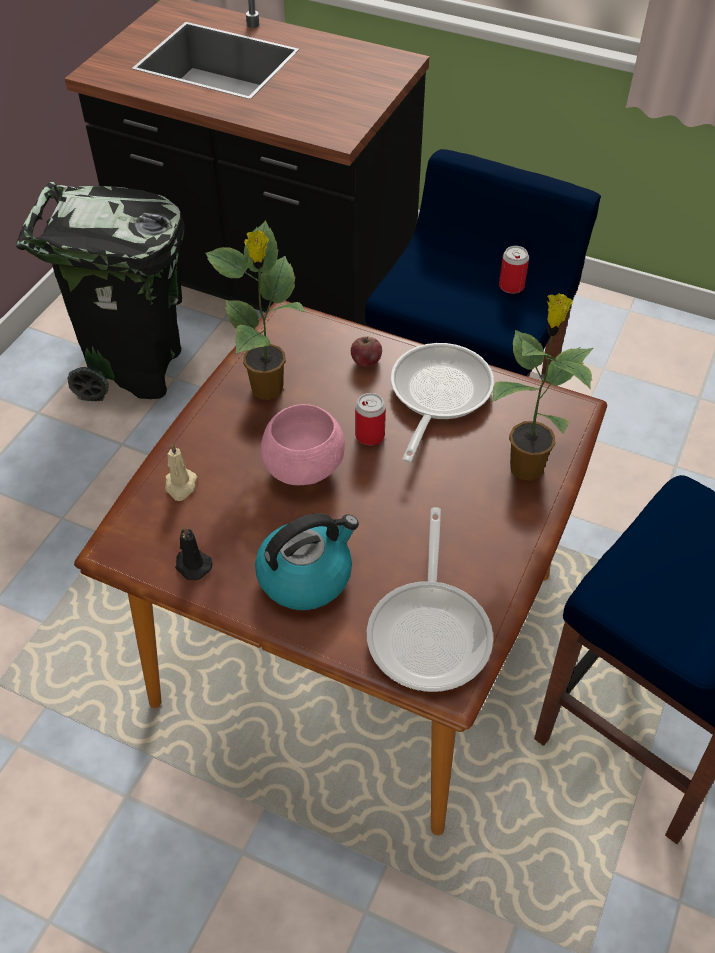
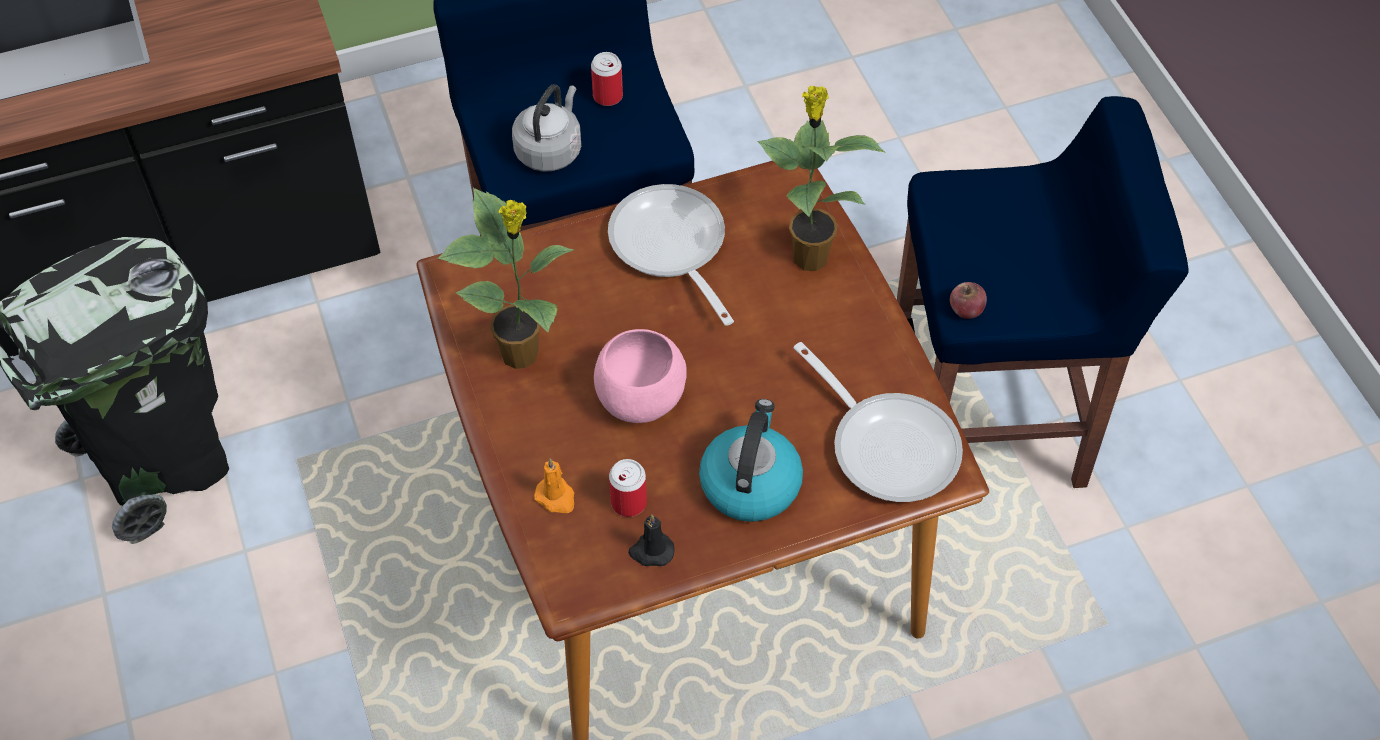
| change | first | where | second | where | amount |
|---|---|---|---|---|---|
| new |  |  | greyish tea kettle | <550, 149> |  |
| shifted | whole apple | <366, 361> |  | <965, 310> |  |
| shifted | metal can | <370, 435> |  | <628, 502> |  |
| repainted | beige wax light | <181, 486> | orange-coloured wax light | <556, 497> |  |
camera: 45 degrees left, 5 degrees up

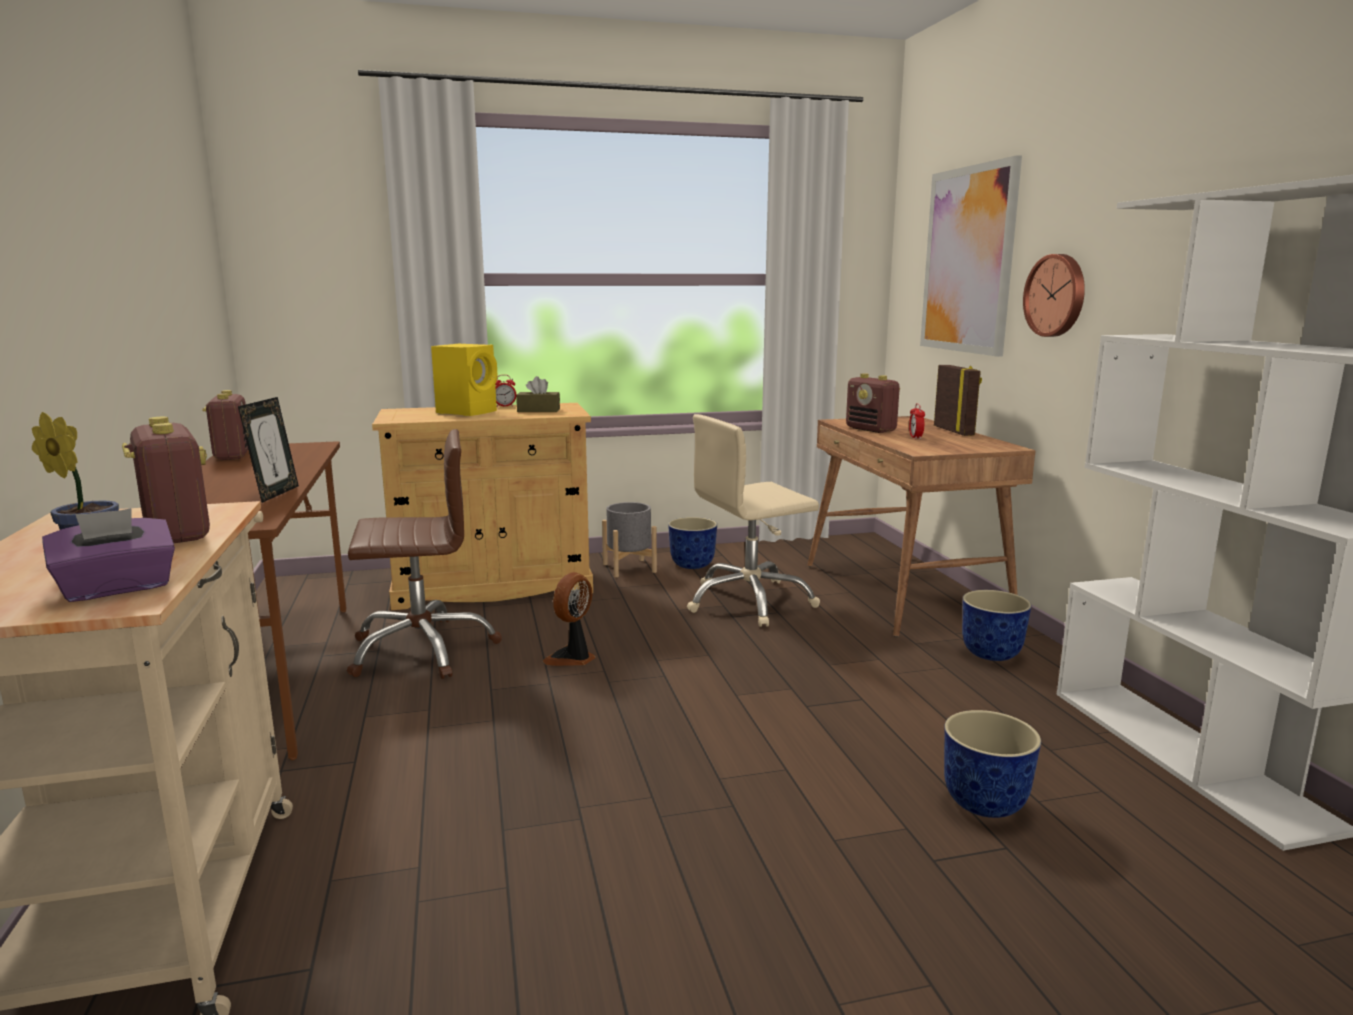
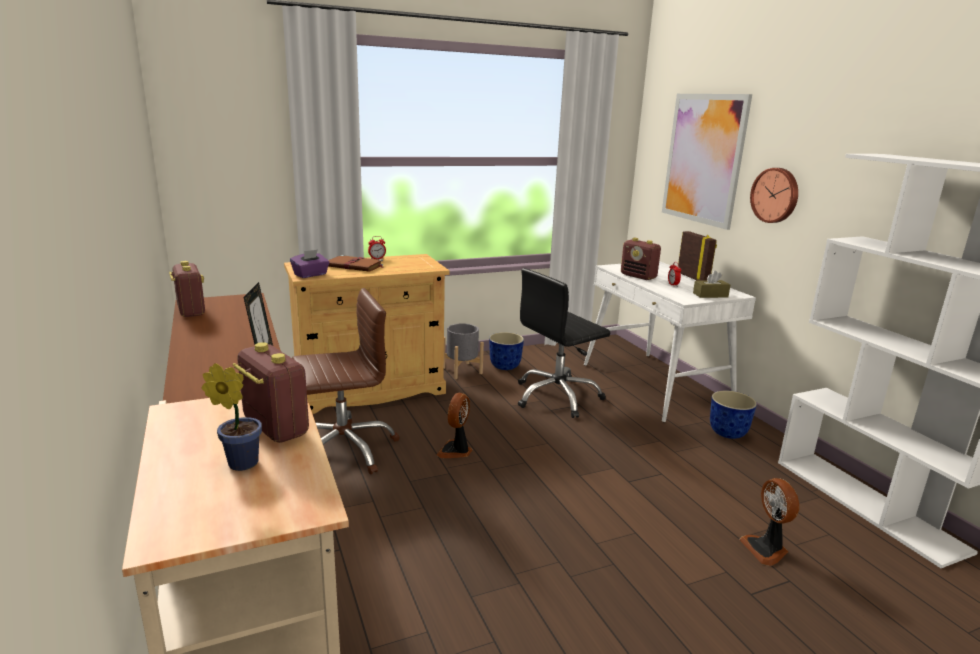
| change | first | where | second | where | amount |
|---|---|---|---|---|---|
| shifted | purplish tissue holder | <117, 588> |  | <310, 275> |  |
| shifted | brown-coloured tissue holder | <538, 410> |  | <710, 295> |  |
| swapped | yellowish speaker | <468, 412> | brown-coloured book | <355, 266> |  |
| swapped | flower pot | <986, 804> | fan | <766, 549> |  |
| repainted | beige computer chair | <750, 601> | black computer chair | <557, 397> |  |
| repainted | brown-coloured desk table | <905, 593> | white-coloured desk table | <655, 385> |  |
camera: 10 degrees left, 5 degrees up

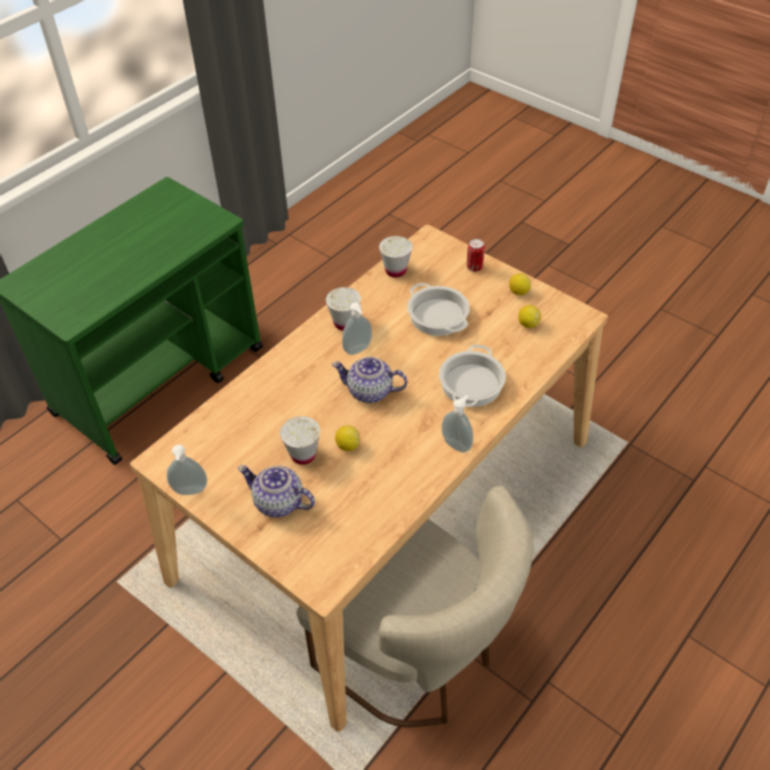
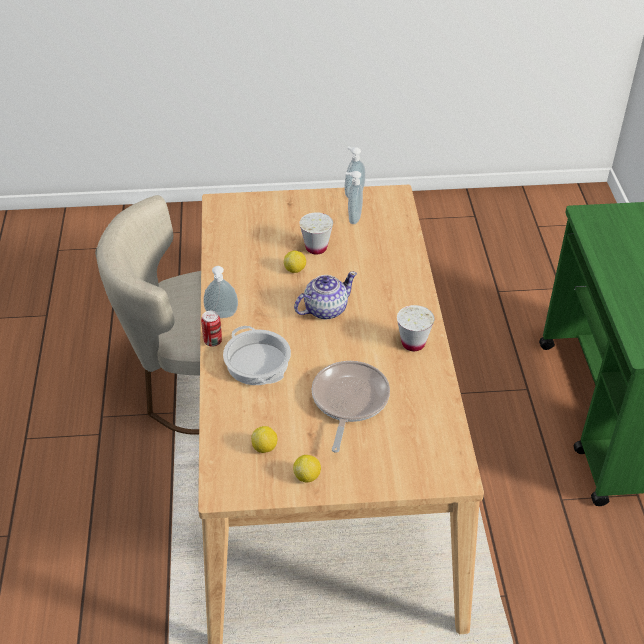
| change | first | where | second | where | amount |
|---|---|---|---|---|---|
| gone | pot for tea | <279, 502> |  |  |  |
| gone | white-coloured cup | <395, 270> |  |  |  |
| shifted | soap dispenser | <358, 350> |  | <353, 218> |  |
| shifted | metal can | <474, 267> |  | <213, 341> |  |
| swapped | cooking pot | <438, 316> | pan | <348, 401> |  |
camera: 135 degrees right, 5 degrees down

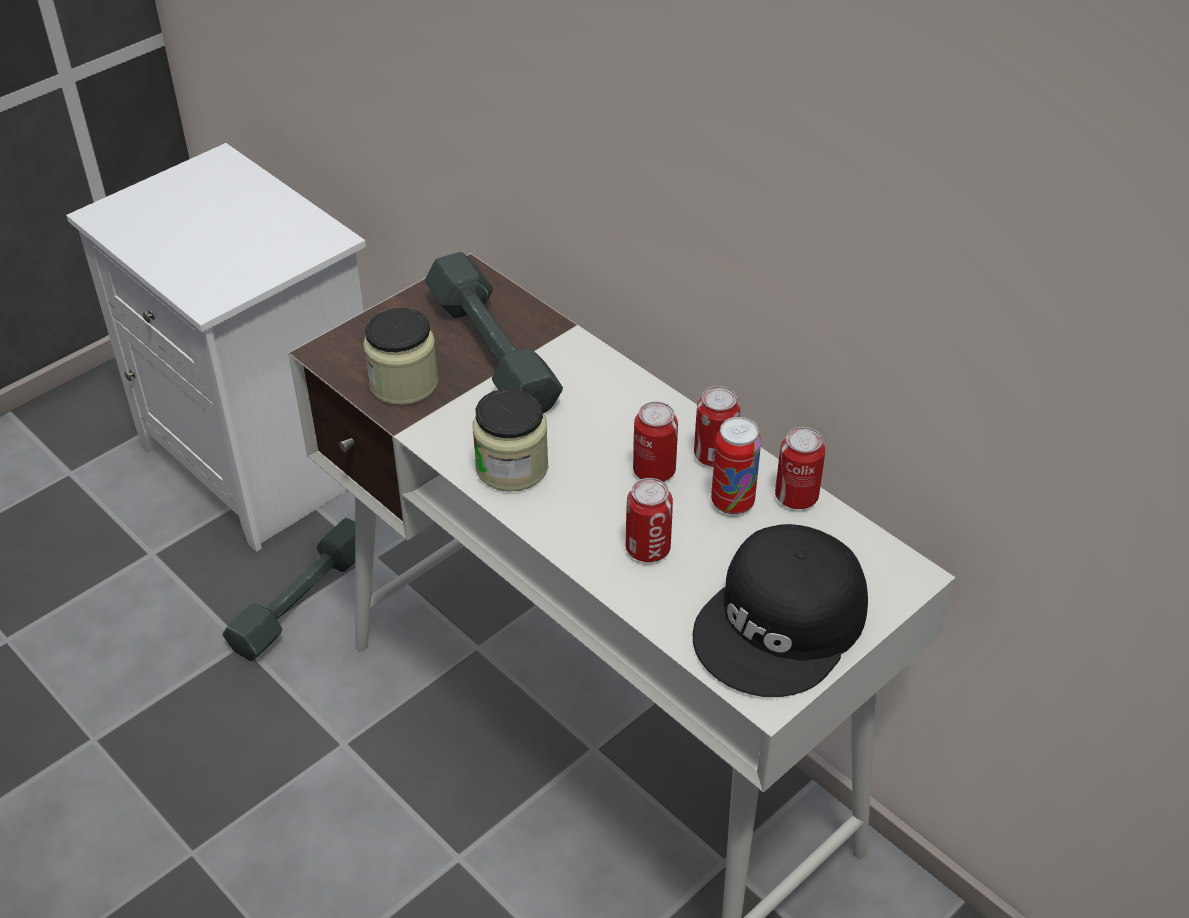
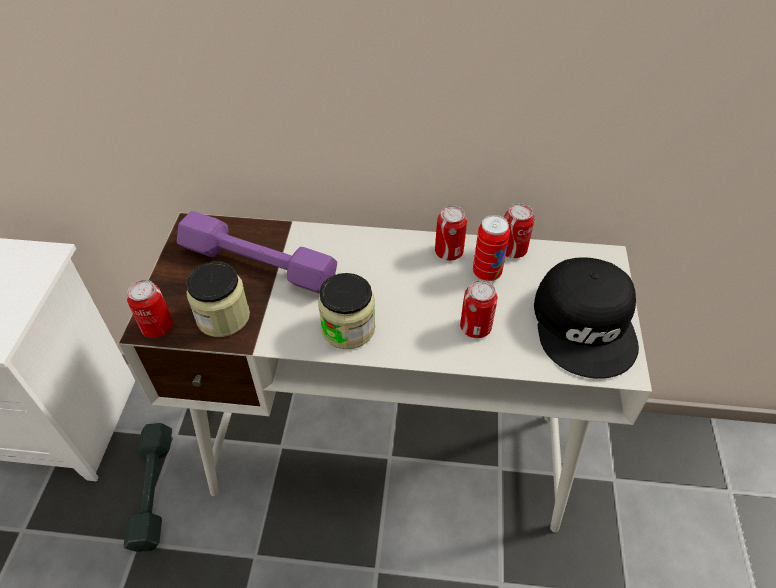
| change | first | where | second | where | amount |
|---|---|---|---|---|---|
| shifted | metal can | <654, 471> |  | <157, 327> |  |
| repainted | greyish hand weight | <493, 350> | purplish hand weight | <259, 263> |  |
camera: 40 degrees left, 5 degrees up

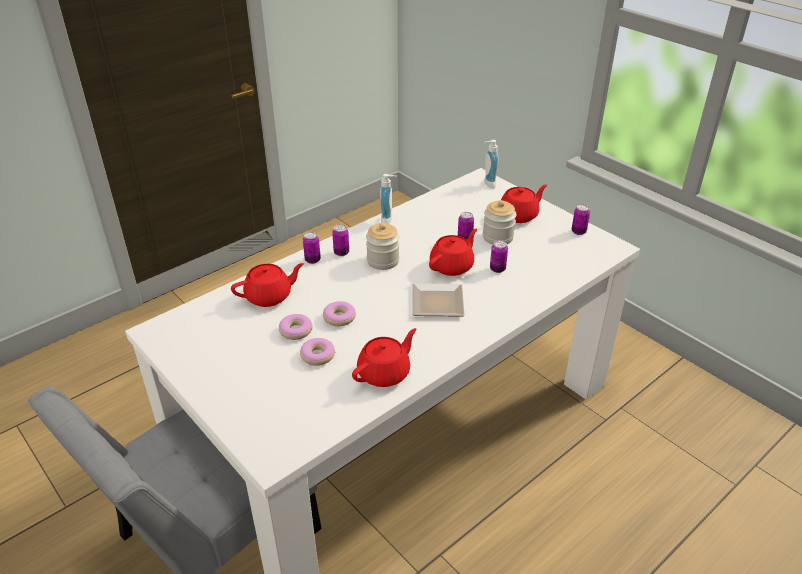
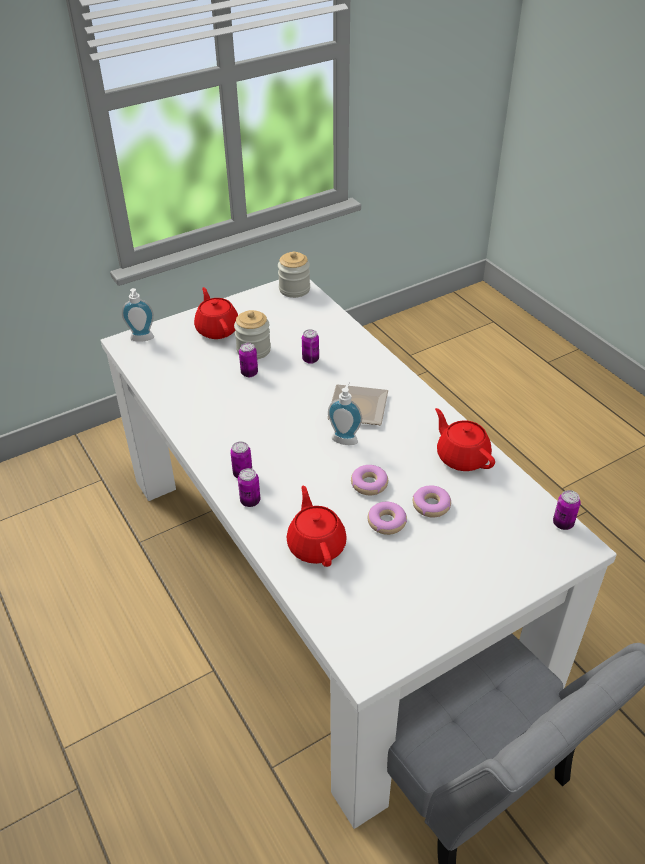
| change | first | where | second | where | amount |
|---|---|---|---|---|---|
| gone | red-coloured pot for tea | <452, 266> |  |  |  |
| shifted | storage jar | <383, 261> |  | <294, 289> |  |
| shifted | soap dispenser | <388, 220> |  | <345, 438> |  |
| shifted | metal can | <578, 232> |  | <563, 523> |  |
camera: 80 degrees left, 5 degrees up

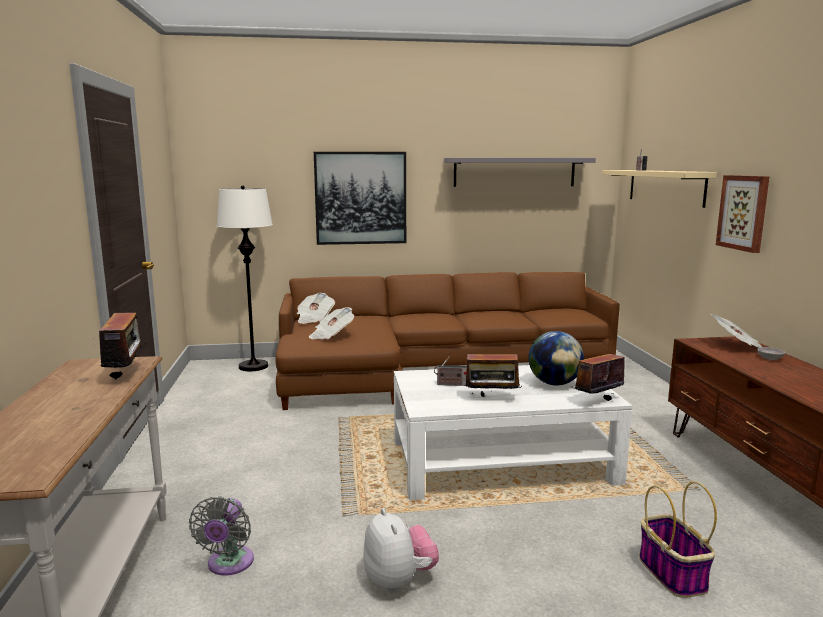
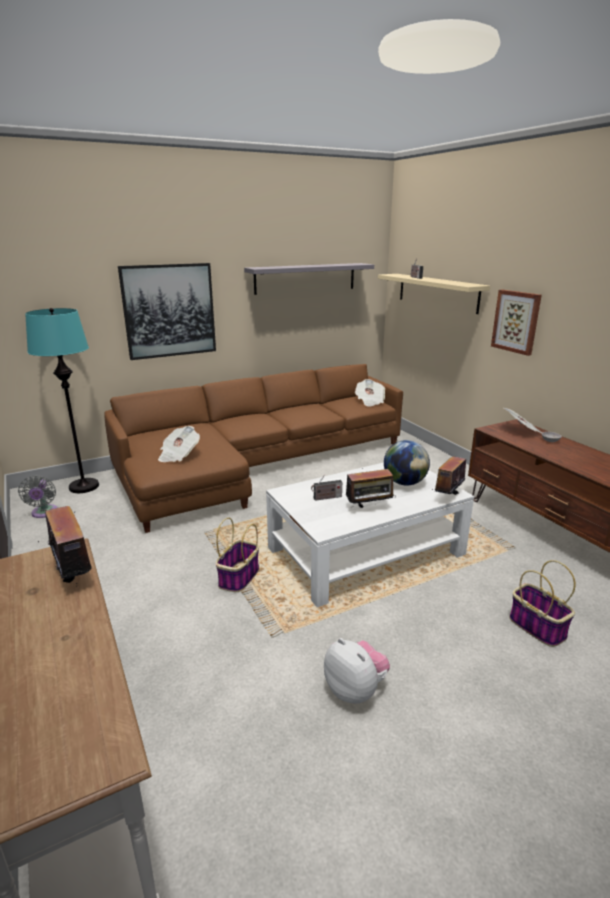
| change | first | where | second | where | amount |
|---|---|---|---|---|---|
| new |  |  | storage basket | <239, 578> |  |
| shifted | greyish fan | <228, 564> |  | <44, 513> |  |
| shifted | printed paper | <314, 319> |  | <369, 401> |  |
| repainted | white-coloured standard lamp | <253, 366> | turquoise standard lamp | <84, 486> |  |
camera: 20 degrees left, 10 degrees up

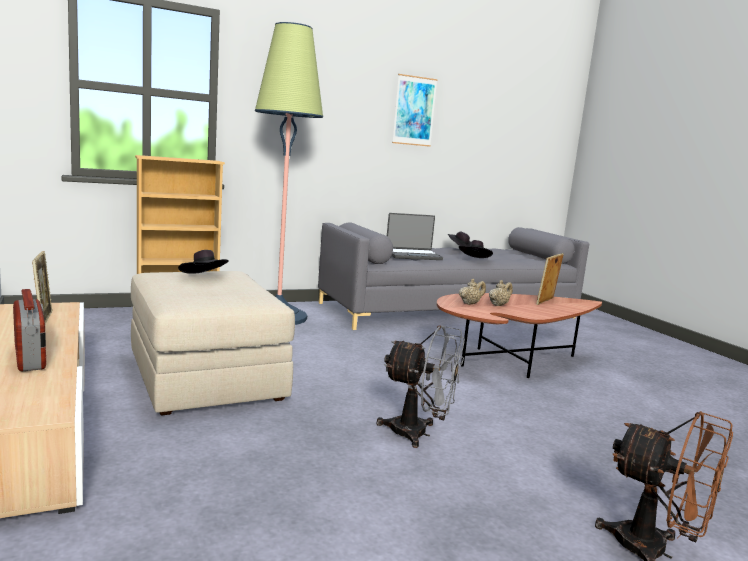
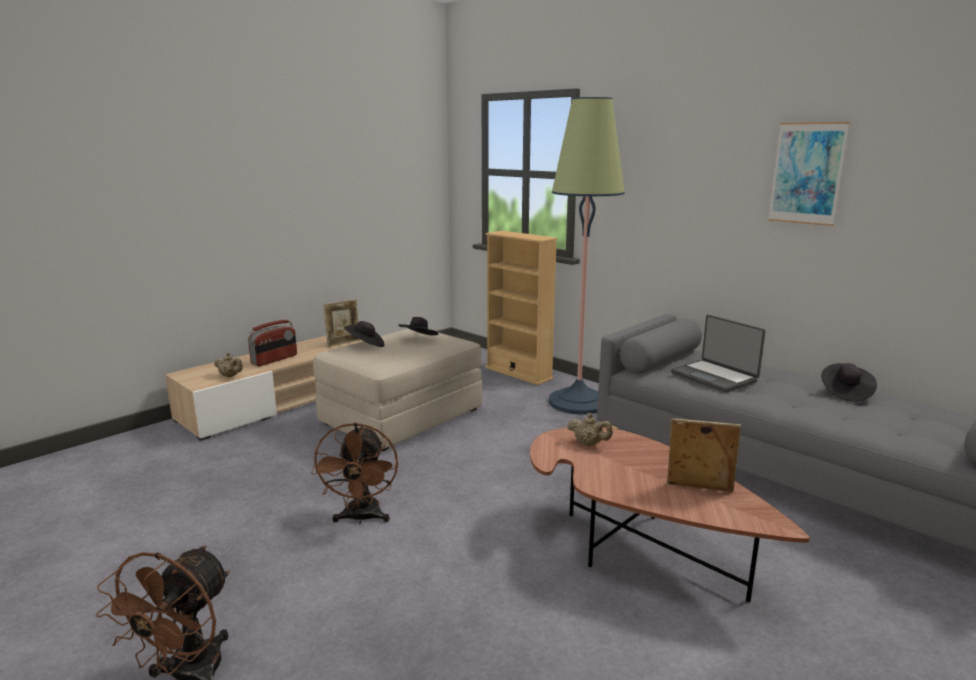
| change | first | where | second | where | amount |
|---|---|---|---|---|---|
| shifted | black clothing hat | <474, 260> |  | <365, 345> |  |
| shifted | beige pot for tea | <498, 305> |  | <230, 376> |  |
| repainted | greyish fan | <418, 434> | brown-coloured fan | <361, 518> |  |
camera: 70 degrees right, 5 degrees up

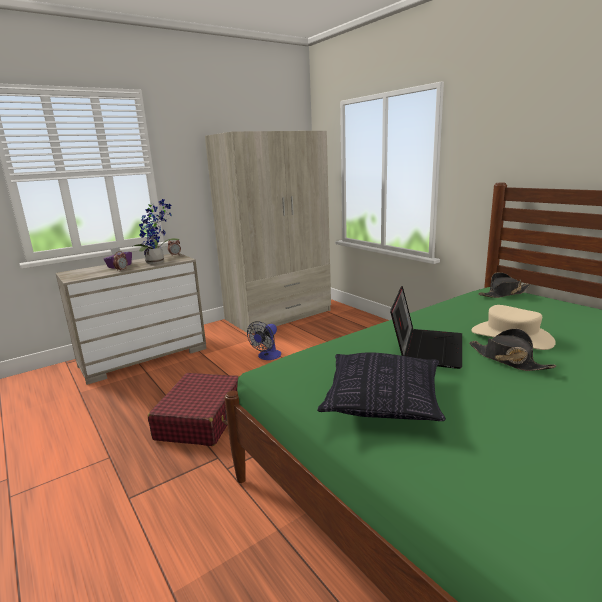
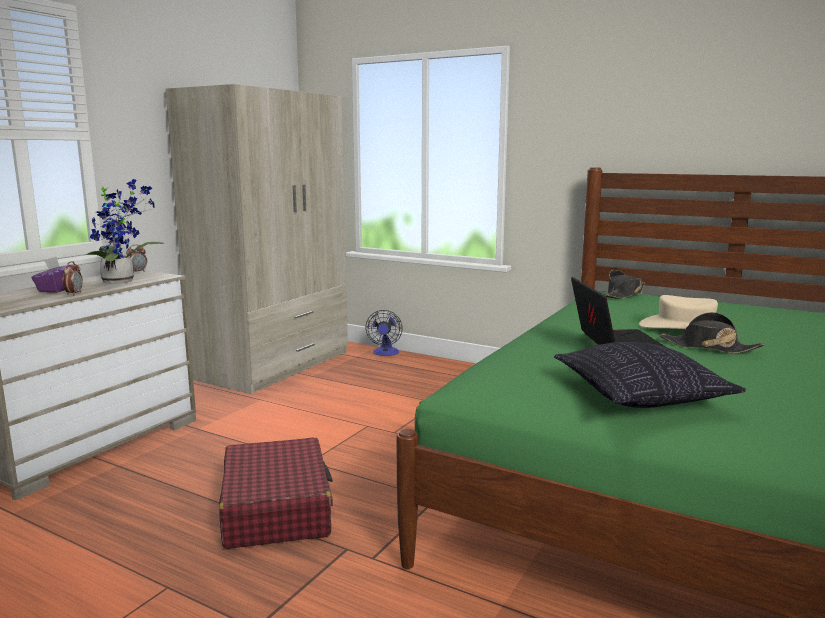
| change | first | where | second | where | amount |
|---|---|---|---|---|---|
| shifted | fan | <267, 357> |  | <385, 353> |  |
camera: 25 degrees left, 5 degrees down

